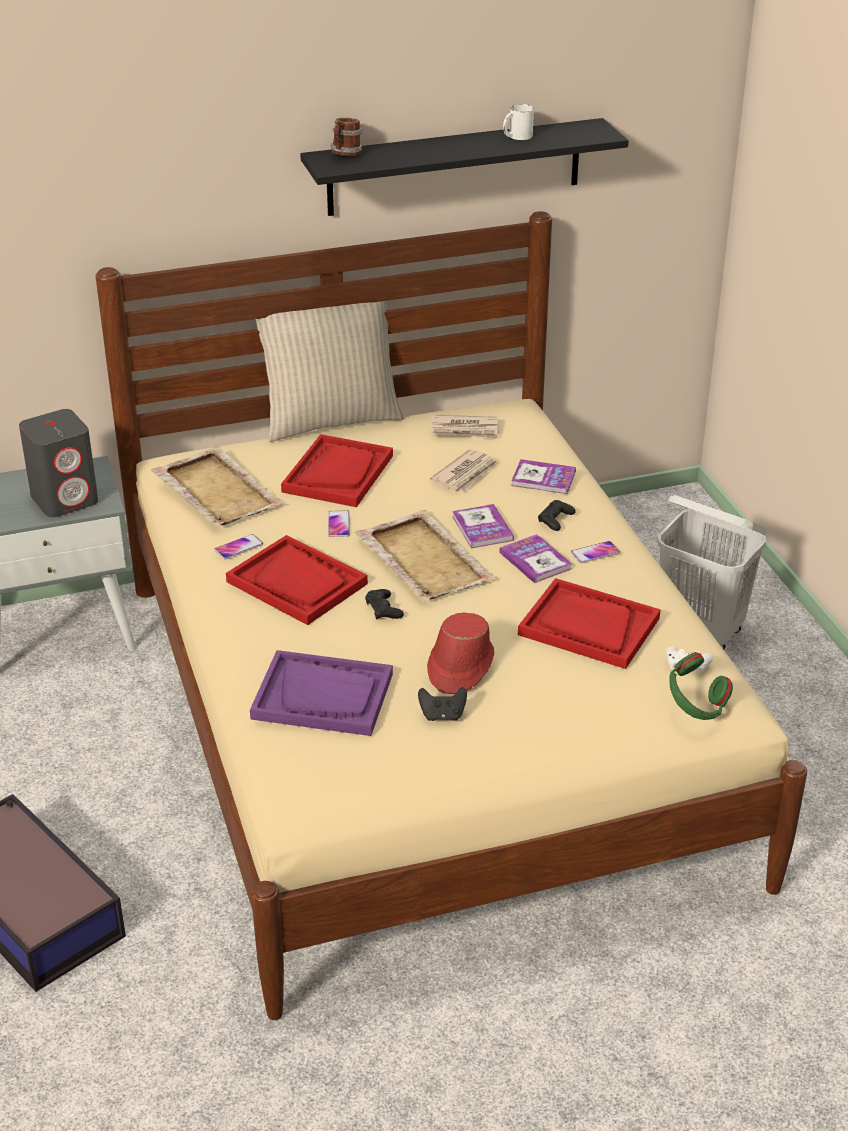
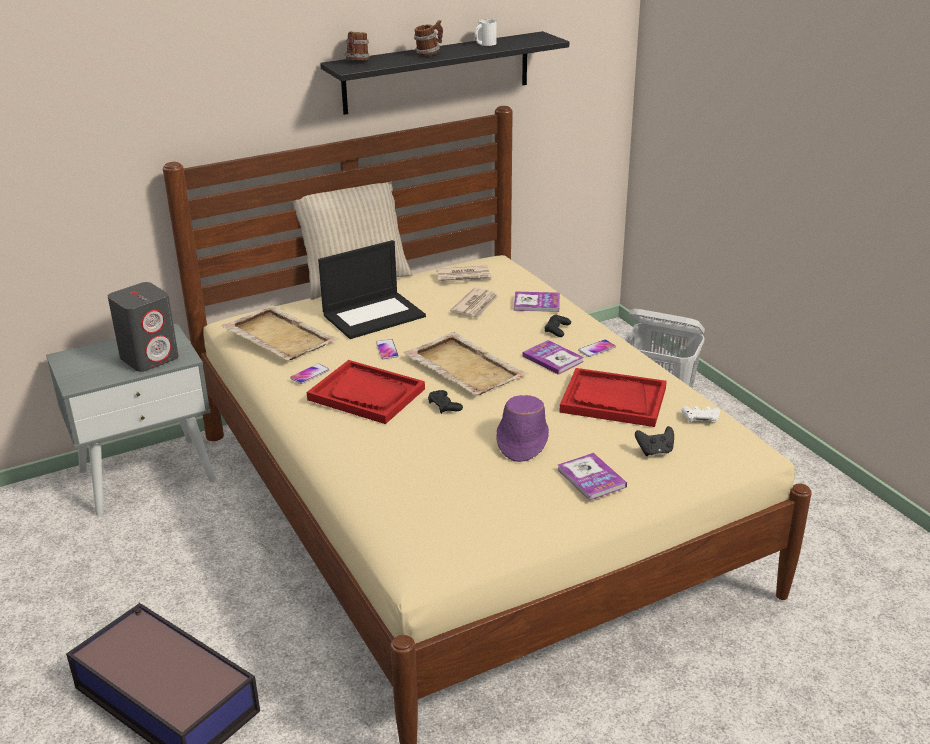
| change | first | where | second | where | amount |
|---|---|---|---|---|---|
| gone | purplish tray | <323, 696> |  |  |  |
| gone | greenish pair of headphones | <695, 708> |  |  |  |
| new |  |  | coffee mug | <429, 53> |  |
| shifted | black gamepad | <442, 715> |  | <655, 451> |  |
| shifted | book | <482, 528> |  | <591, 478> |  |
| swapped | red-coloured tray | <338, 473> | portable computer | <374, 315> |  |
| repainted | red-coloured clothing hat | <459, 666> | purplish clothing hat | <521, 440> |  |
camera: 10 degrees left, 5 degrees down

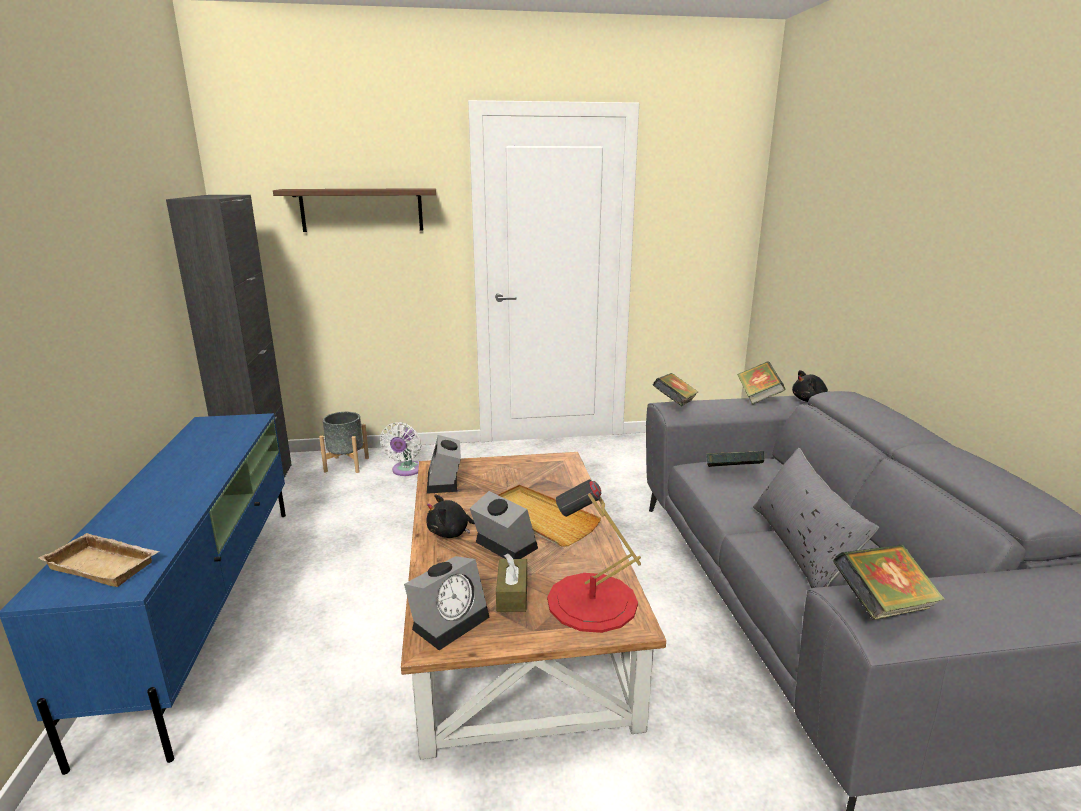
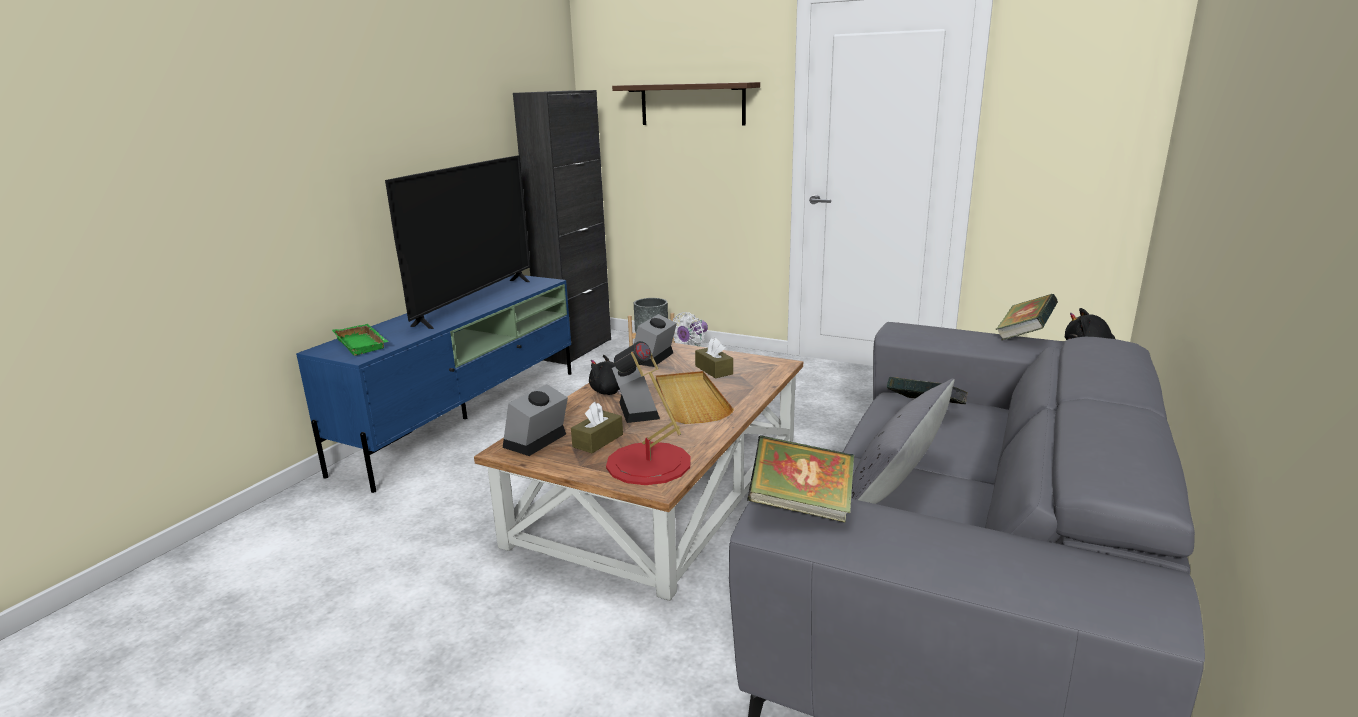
| change | first | where | second | where | amount |
|---|---|---|---|---|---|
| gone | book | <674, 404> |  |  |  |
| new |  |  | TV | <475, 302> |  |
| new |  |  | brown-coloured tissue holder | <714, 370> |  |
| repainted | beige tray | <106, 565> | greenish tray | <363, 344> |  |
| rotated | table clock | <450, 620> |  | <536, 442> | 135 degrees clockwise |
camera: 35 degrees right, 0 degrees up

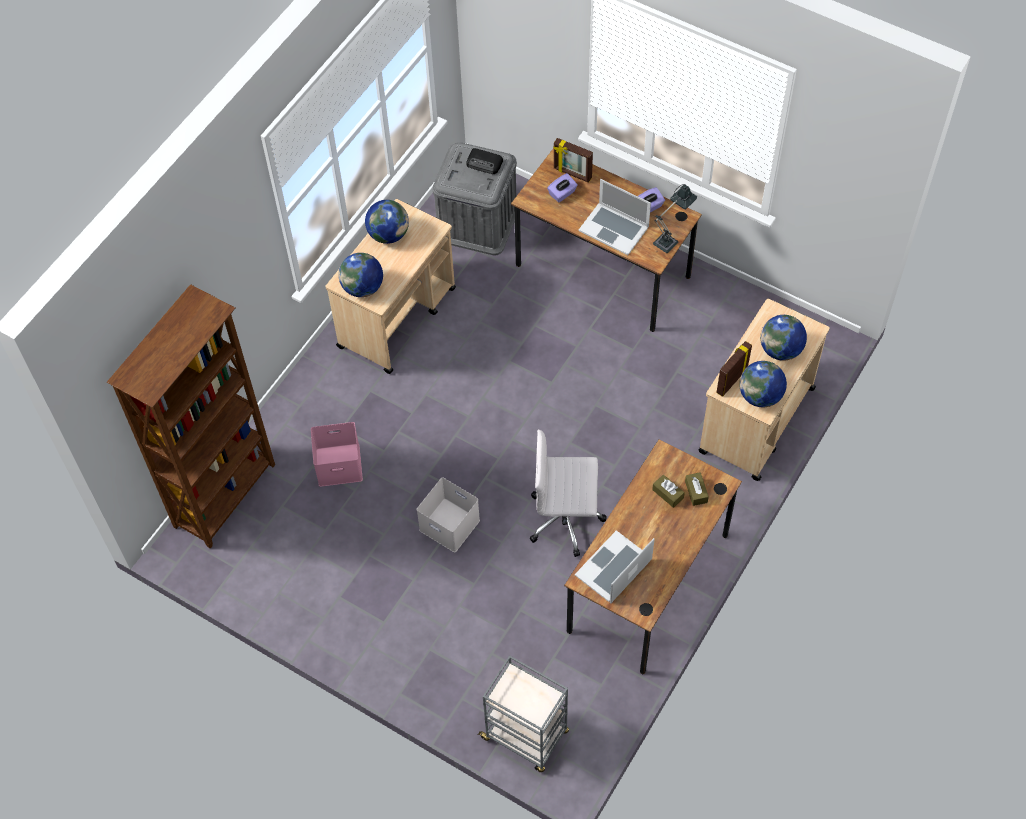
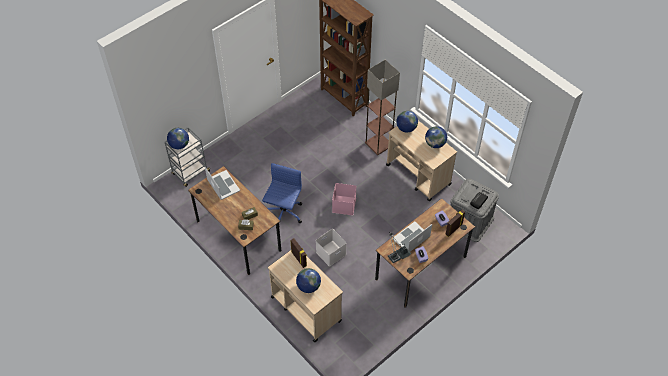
| change | first | where | second | where | amount |
|---|---|---|---|---|---|
| new |  |  | standard lamp | <379, 144> |  |
| shifted | pink storage container | <340, 464> |  | <344, 205> |  |
| shifted | white-coloured storage container | <448, 525> |  | <331, 252> |  |
| shifted | world globe | <760, 396> |  | <179, 145> |  |
| repainted | white-coloured computer chair | <566, 519> | bluish computer chair | <283, 213> |  |
camera: 105 degrees right, 5 degrees down

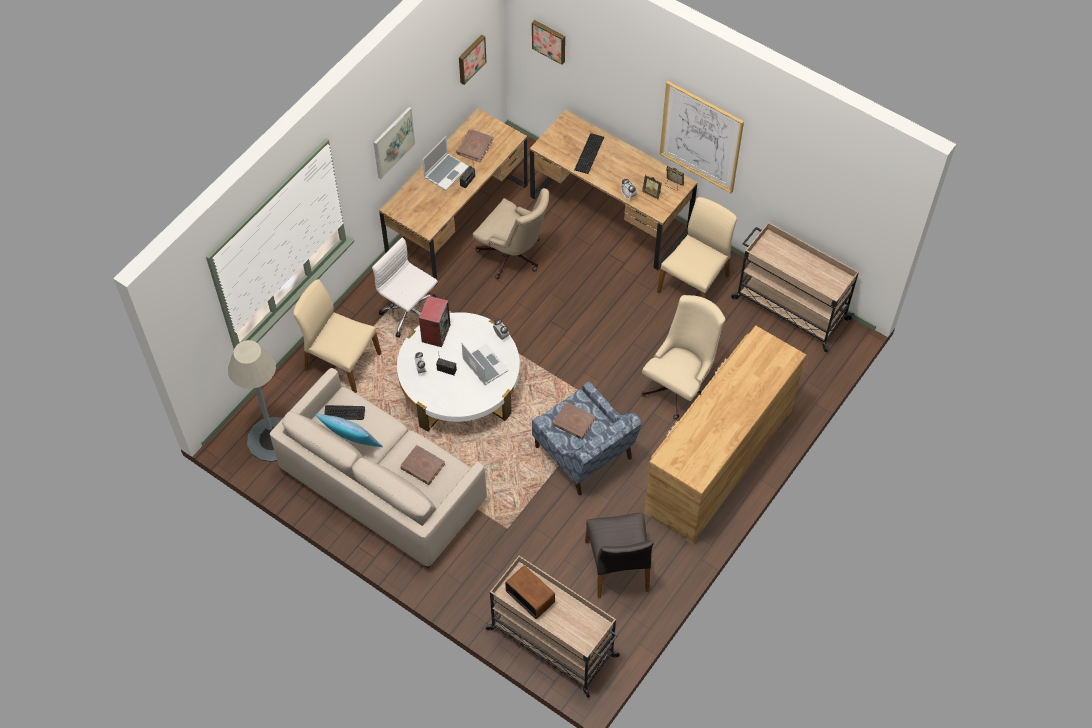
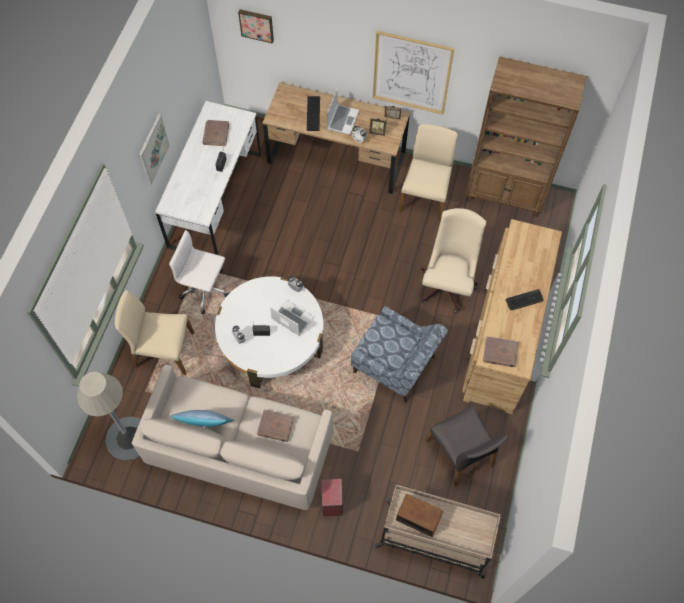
| change | first | where | second | where | amount |
|---|---|---|---|---|---|
| gone | wall picture | <470, 58> |  |  |  |
| gone | beige computer chair | <513, 256> |  |  |  |
| shifted | PC keyboard | <344, 413> |  | <524, 300> |  |
| shifted | speaker | <435, 333> |  | <331, 502> |  |
| shifted | portable computer | <446, 172> |  | <342, 120> |  |
| shifted | brown-coloured book | <573, 422> |  | <500, 353> |  |
| swapped | beige trolley | <789, 308> | brown-coloured bookshelf | <505, 194> |  |
| repainted | brown-coloured desk table | <458, 220> | white-coloured desk table | <215, 199> |  |
camera: 20 degrees left, 5 degrees up

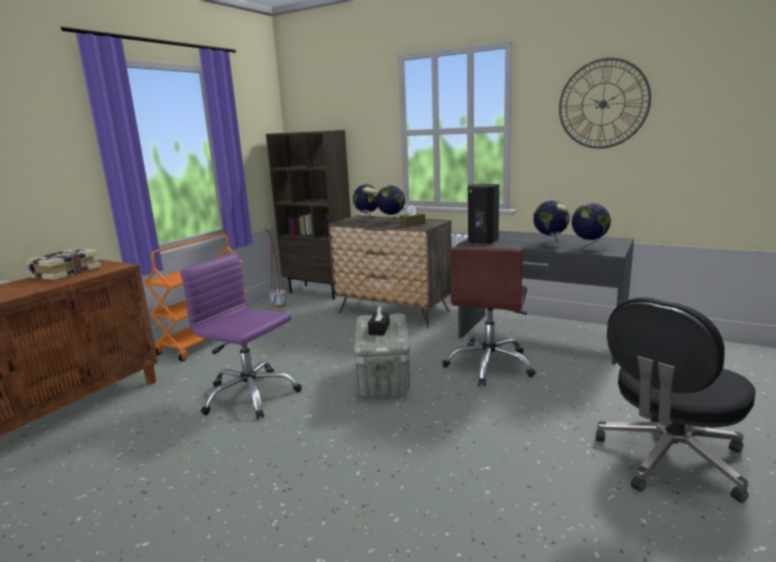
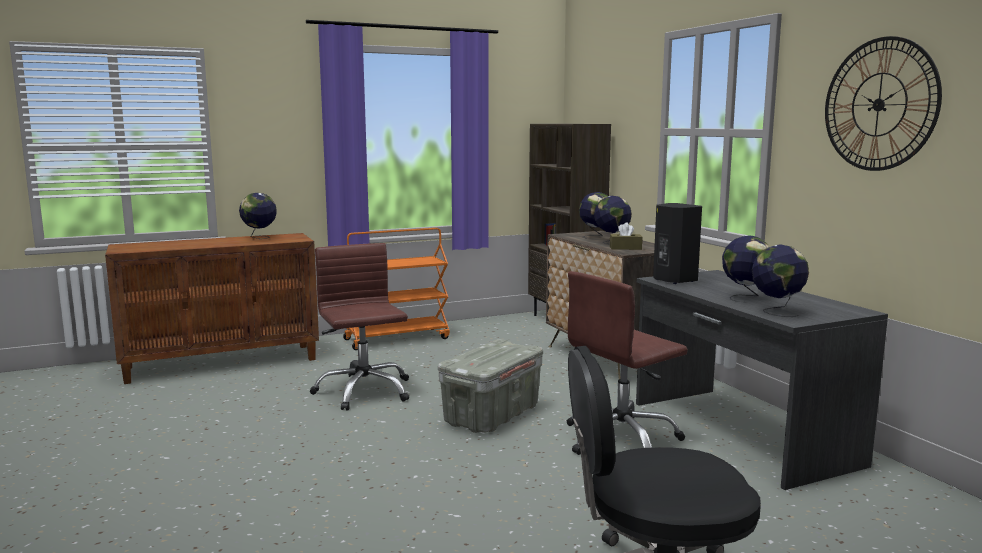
| change | first | where | second | where | amount |
|---|---|---|---|---|---|
| gone | flower pot | <278, 305> |  |  |  |
| gone | black tissue holder | <379, 329> |  |  |  |
| swapped | book | <65, 273> | world globe | <259, 238> |  |
| repainted | purplish computer chair | <250, 395> | brown-coloured computer chair | <363, 391> |  |
camera: 35 degrees right, 5 degrees down

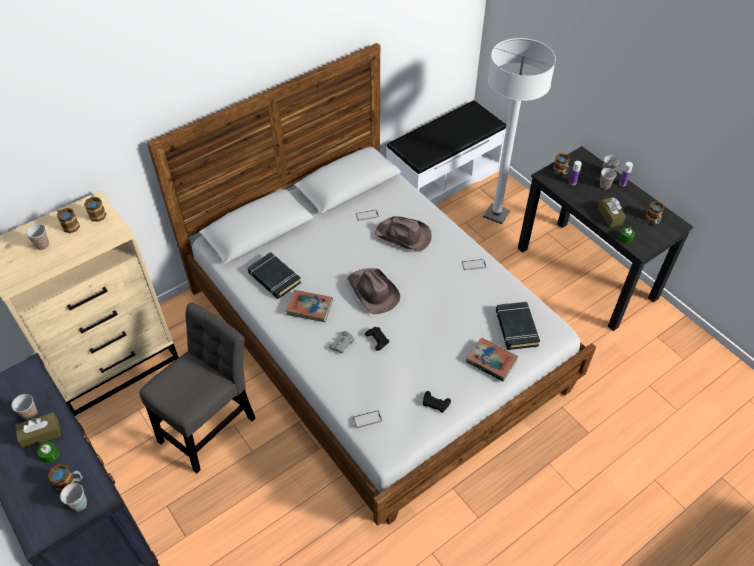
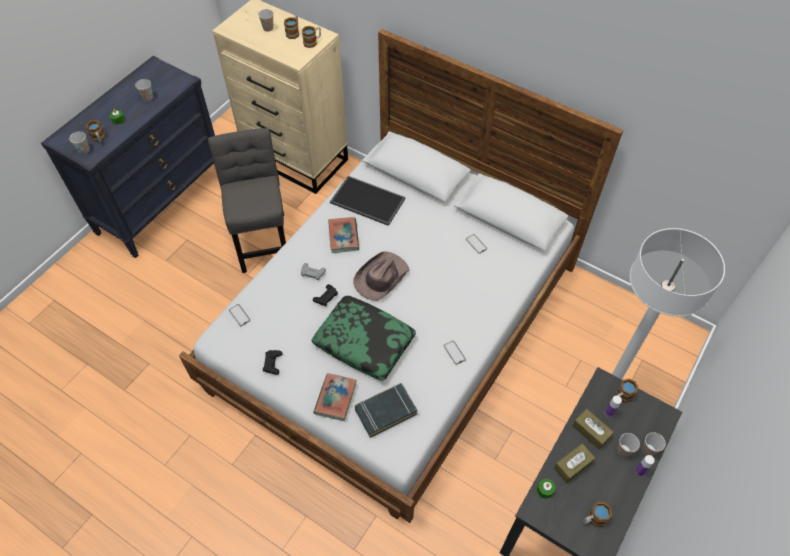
| change | first | where | second | where | amount |
|---|---|---|---|---|---|
| gone | brown-coloured clothing hat | <403, 236> |  |  |  |
| gone | white-coloured bench | <442, 179> |  |  |  |
| new |  |  | throw pillow | <364, 342> |  |
| shifted | brown-coloured tissue holder | <41, 434> |  | <591, 432> |  |
| swapped | black book | <274, 278> | tray | <366, 201> |  |
| rotated | greyish chair | <210, 425> |  | <262, 238> | 120 degrees counterclockwise |
camera: 70 degrees right, 5 degrees up

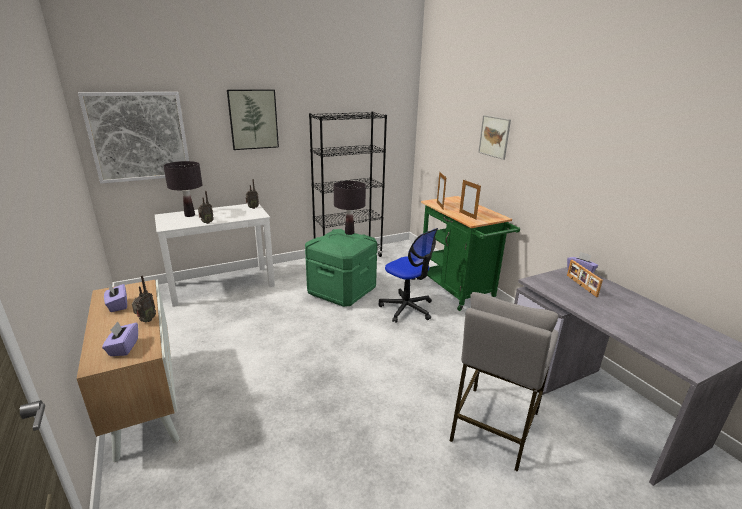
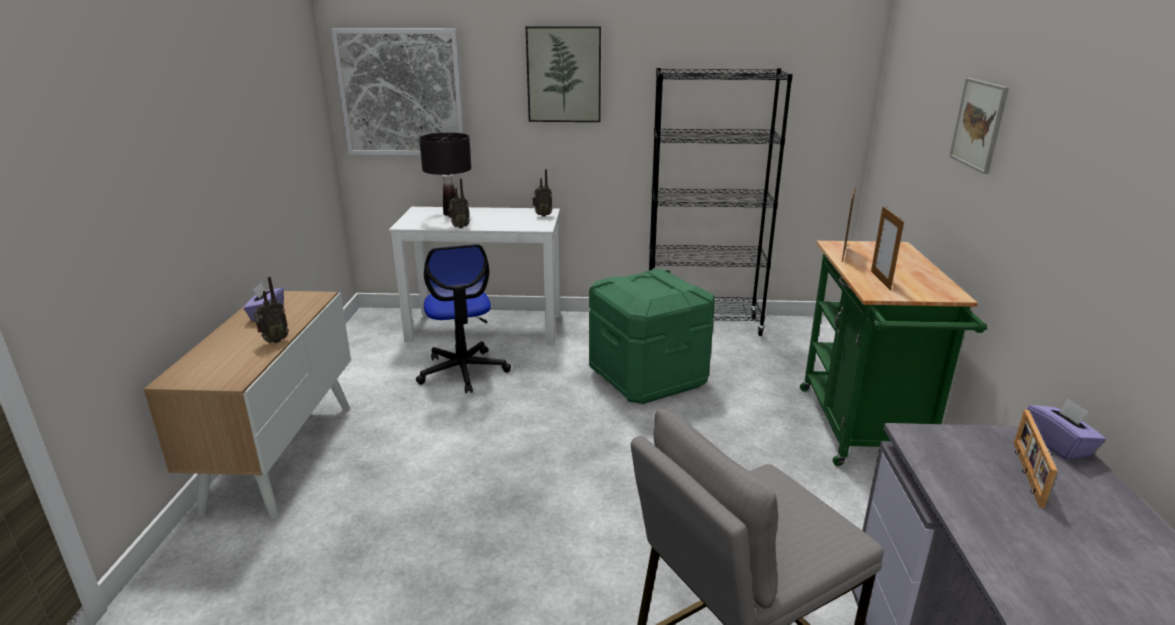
| change | first | where | second | where | amount |
|---|---|---|---|---|---|
| gone | purplish tissue holder | <123, 347> |  |  |  |
| gone | black lamp for a table | <349, 233> |  |  |  |
| shifted | computer chair | <407, 308> |  | <463, 371> |  |
camera: 30 degrees right, 0 degrees up

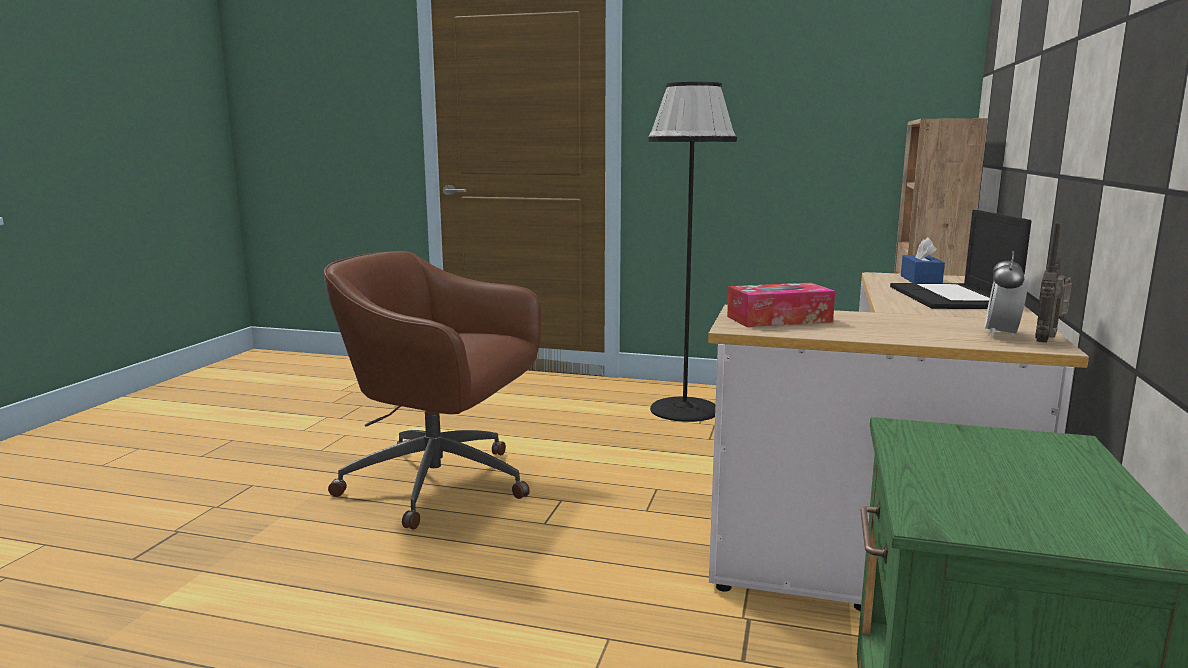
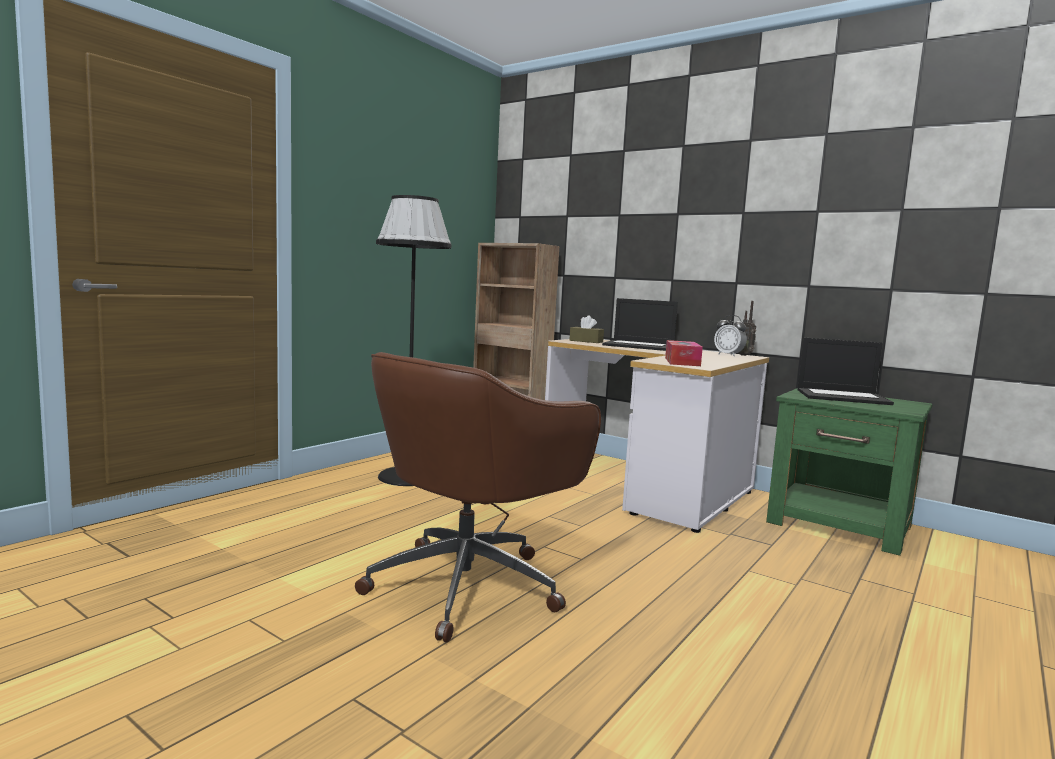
| change | first | where | second | where | amount |
|---|---|---|---|---|---|
| new |  |  | portable computer | <843, 397> |  |
| repainted | bluish tissue holder | <920, 280> | brown-coloured tissue holder | <586, 341> |  |
camera: 70 degrees left, 5 degrees down

